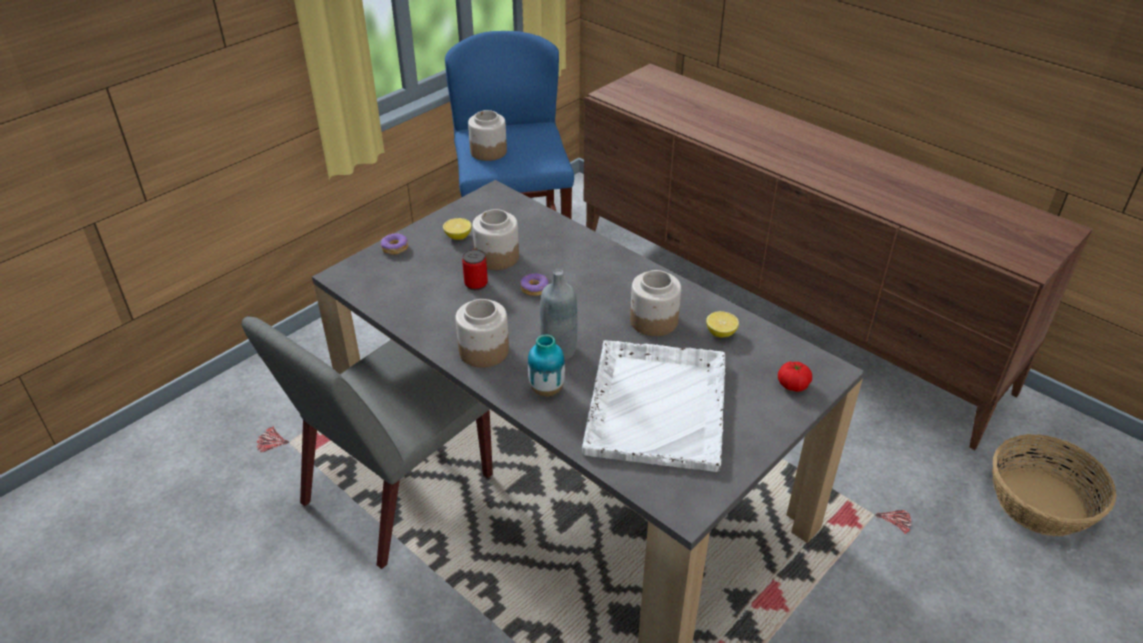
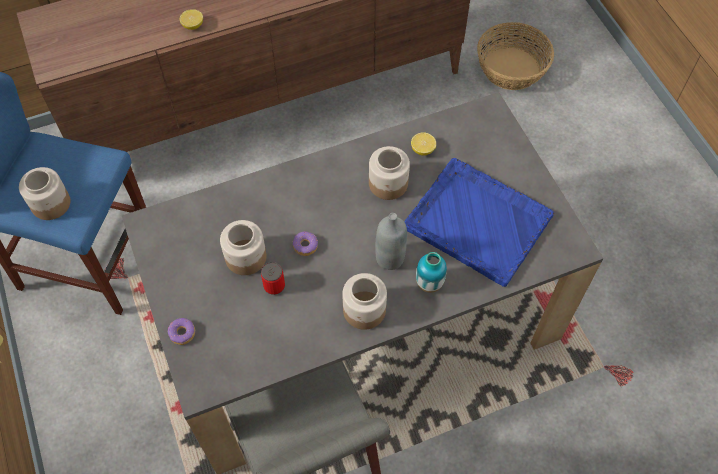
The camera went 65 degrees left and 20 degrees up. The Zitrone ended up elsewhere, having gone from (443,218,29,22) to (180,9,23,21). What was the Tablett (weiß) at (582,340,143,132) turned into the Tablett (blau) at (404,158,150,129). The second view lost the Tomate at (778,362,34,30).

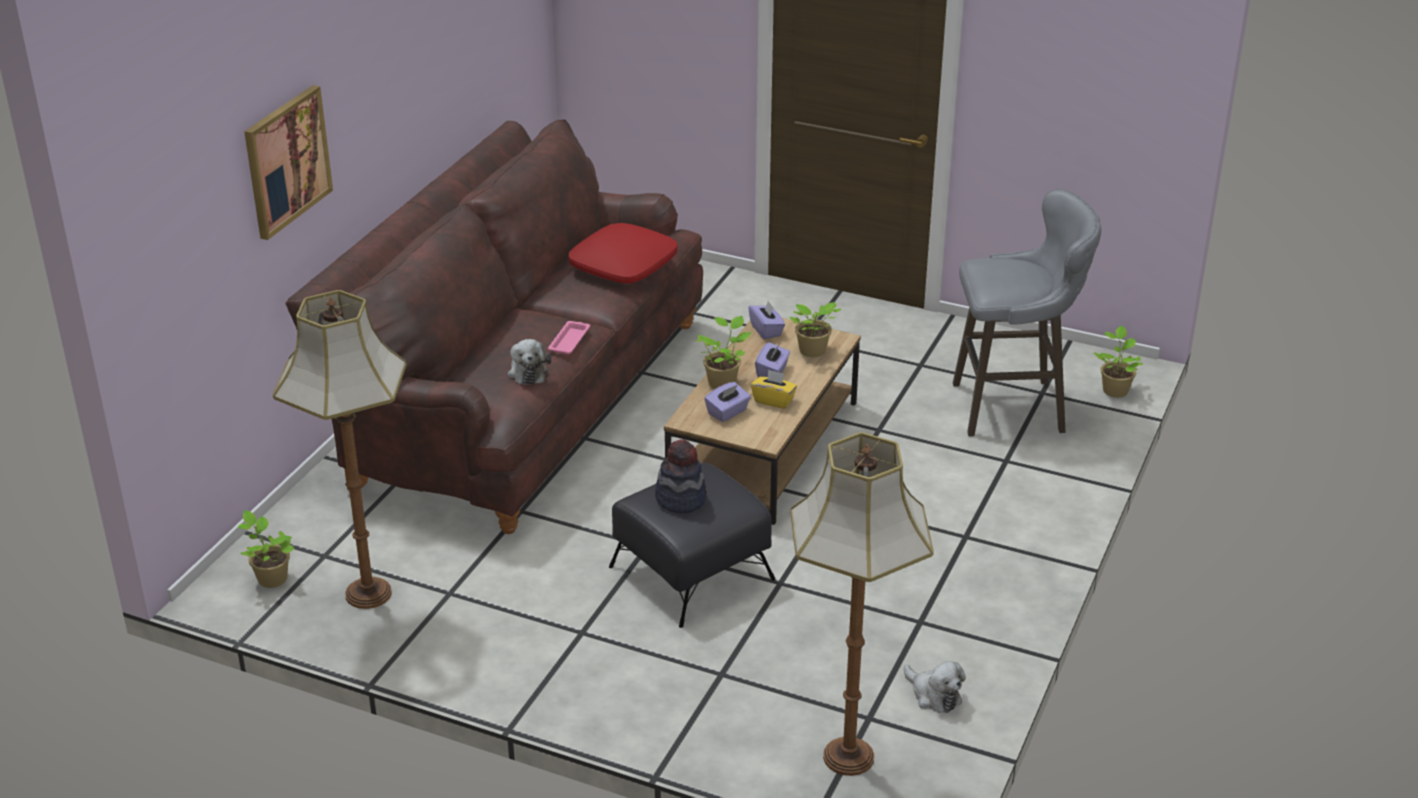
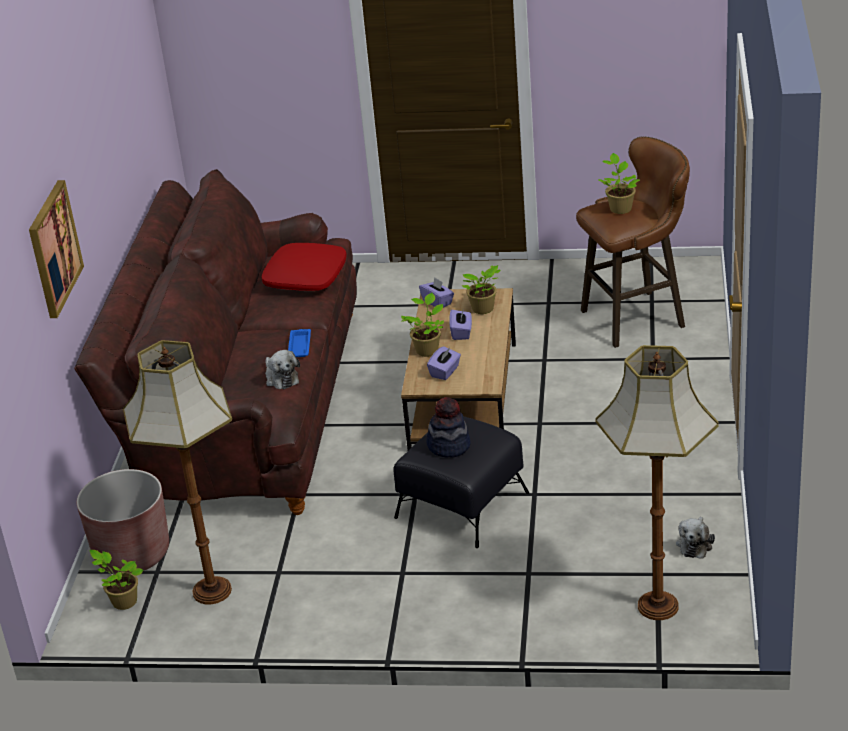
The camera went 15 degrees left and 0 degrees up. The second view gained the Pflanzkübel (braun) at (77,469,92,105). What was the Tablett (rosa) at (548,321,42,33) turned into the Tablett (blau) at (288,329,23,28). What was the Hocker (grau) at (953,189,148,247) turned into the Hocker (braun) at (576,136,114,212). The Topfpflanze ended up elsewhere, having gone from (1094,325,49,73) to (598,153,42,61). The Plüschtier at (904,661,62,52) ended up facing another way, 75 degrees clockwise from before. The second view lost the Taschentuchbox (gelb) at (751,369,46,40).

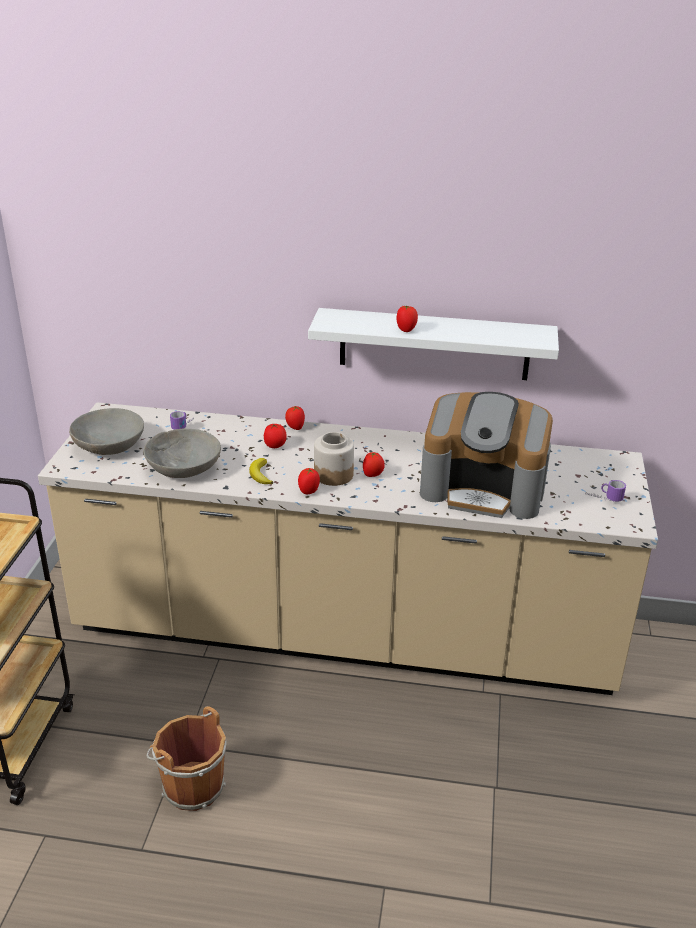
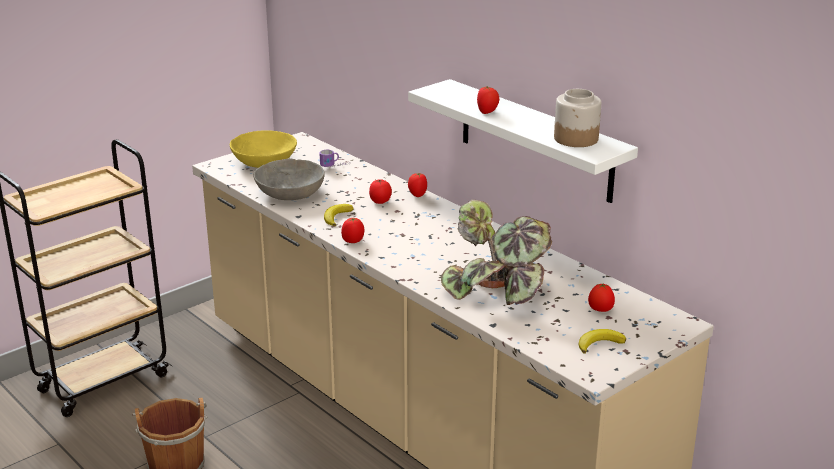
The camera went 40 degrees right and 5 degrees down. What was the Schüssel (grau) at (69,408,75,47) turned into the Schüssel (gelb) at (230,130,67,38). Where the Kaffeemaschine stood at (420,392,133,127), the Topfpflanze came to stand at (441,200,111,105). The Vorratsglas ended up elsewhere, having gone from (314,432,40,54) to (554,89,47,58). Where the Henkelbecher stood at (585,480,41,22), the Banane came to stand at (578,329,48,25). The Tomate ended up elsewhere, having gone from (363,452,22,25) to (588,284,27,28).

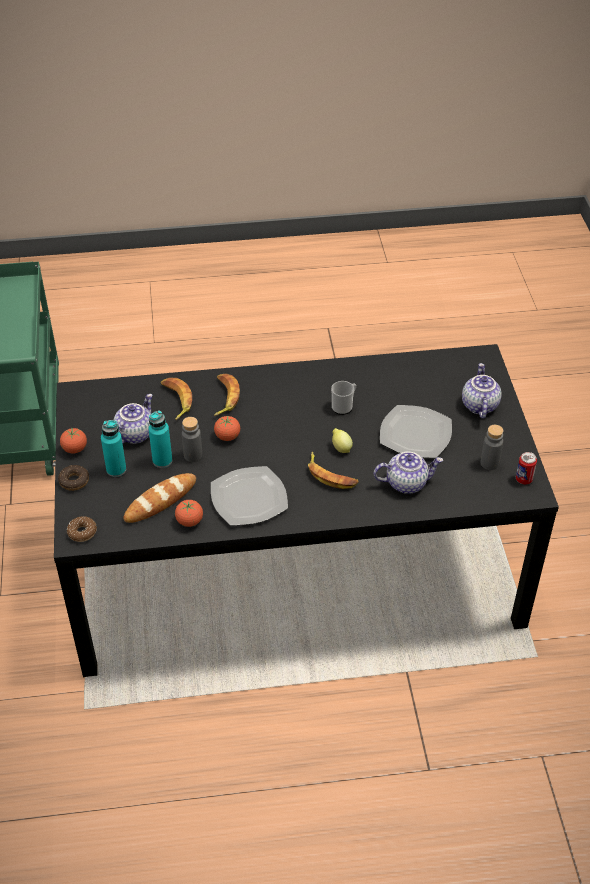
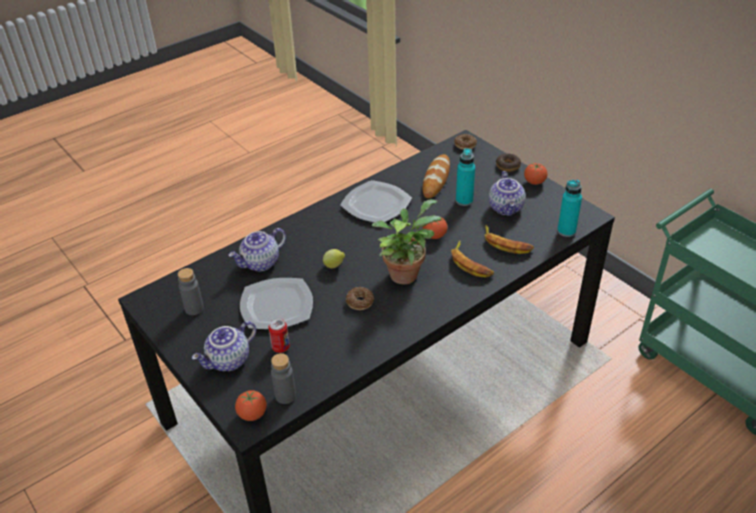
The camera went 150 degrees right and 5 degrees down. The Teekanne at (462,363,40,56) ended up facing another way, 75 degrees clockwise from before. The Tomate ended up elsewhere, having gone from (175,500,28,27) to (235,390,31,31). The Dose ended up elsewhere, having gone from (516,452,21,32) to (268,318,22,35). The Flasche (grau) ended up elsewhere, having gone from (182,417,20,45) to (271,353,25,51). Where the Henkelbecher stood at (331,381,25,34), the Donut came to stand at (346,287,28,23). The second view gained the Topfpflanze at (372,199,69,85). The Flasche (türkis) ended up elsewhere, having gone from (101,420,25,57) to (557,180,25,57). The second view lost the Banane at (308,452,51,37).

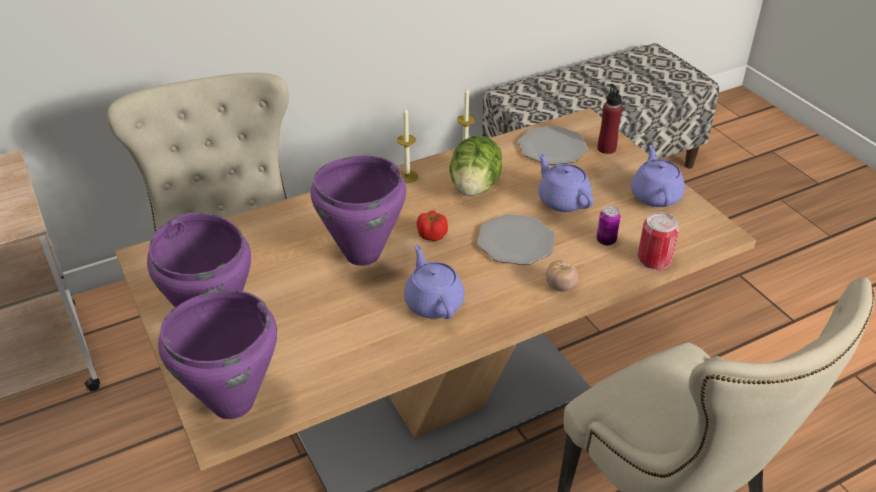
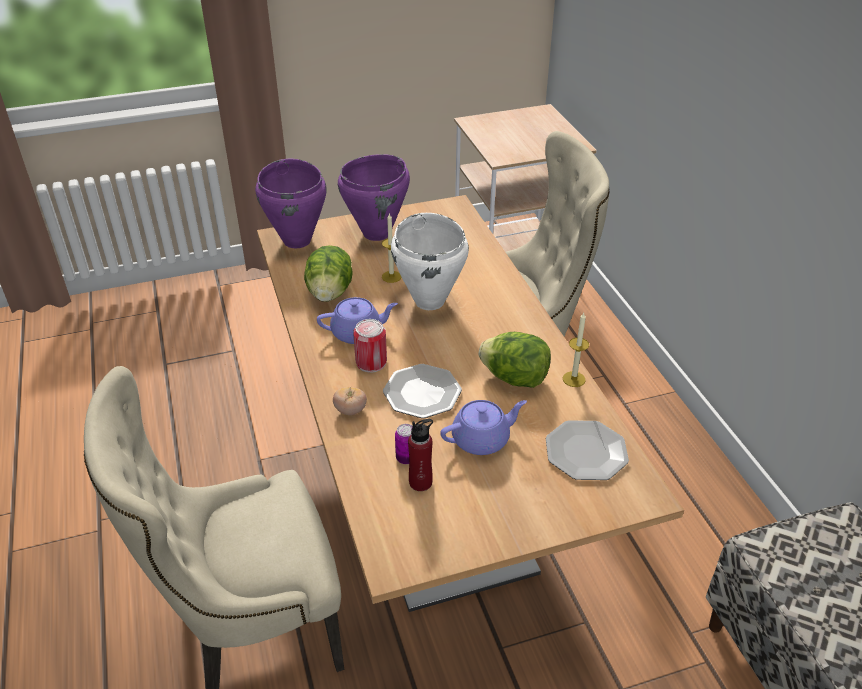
The camera went 100 degrees right and 0 degrees up. The second view gained the Salatkopf at (304,245,49,57). The Dose ended up elsewhere, having gone from (638,213,41,58) to (353,319,34,53). The Kerze ended up elsewhere, having gone from (397,107,21,76) to (382,214,19,69). What was the Kochtopf (lila) at (310,156,96,110) turned into the Kochtopf (weiß) at (391,213,78,97). The Flasche (rot) ended up elsewhere, having gone from (598,84,25,70) to (408,419,25,72). The second view lost the Tomate at (417,211,31,30). The second view lost the Teekanne (lila) at (631,145,54,62).

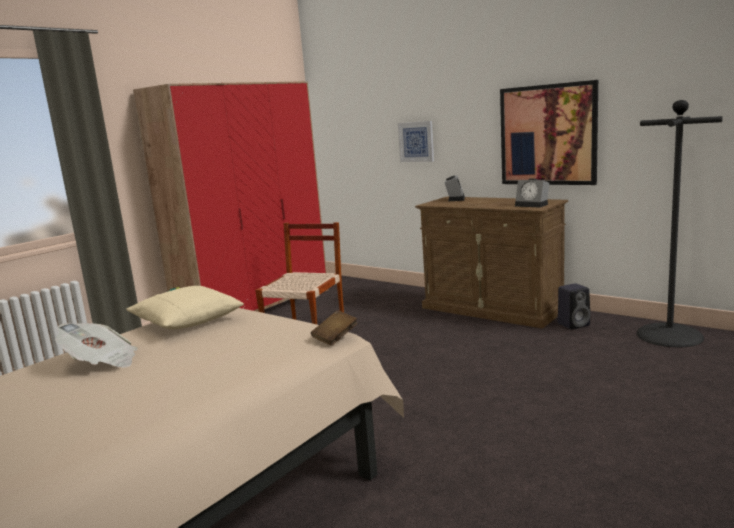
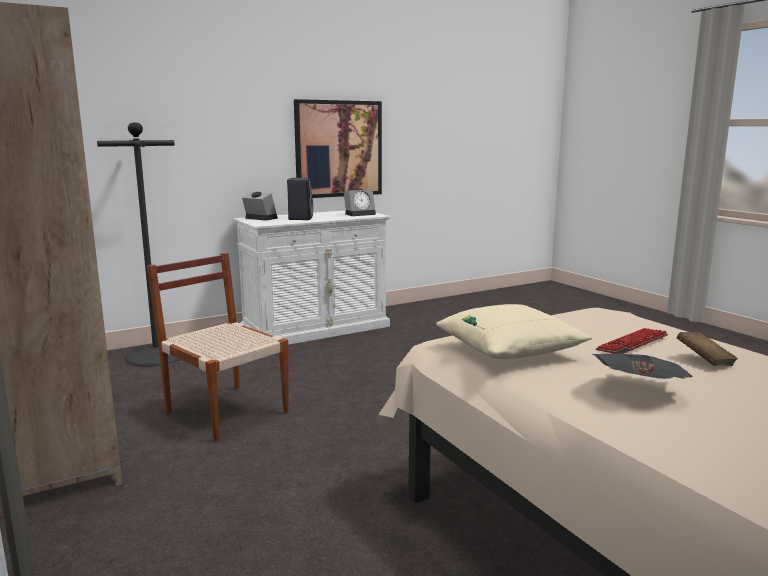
The camera went 70 degrees left and 0 degrees up. The Kleiderständer (schwarz) ended up elsewhere, having gone from (636,100,87,247) to (97,122,84,244). What was the Kommode (braun) at (415,197,153,132) turned into the Kommode (weiß) at (233,210,158,135). The Lautsprecher (schwarz) ended up elsewhere, having gone from (558,283,33,47) to (287,178,26,42). The second view gained the Tastatur at (596,328,72,26). The Buch (braun) ended up elsewhere, having gone from (311,310,46,36) to (676,332,62,34). The second view lost the Bild at (398,121,36,41).

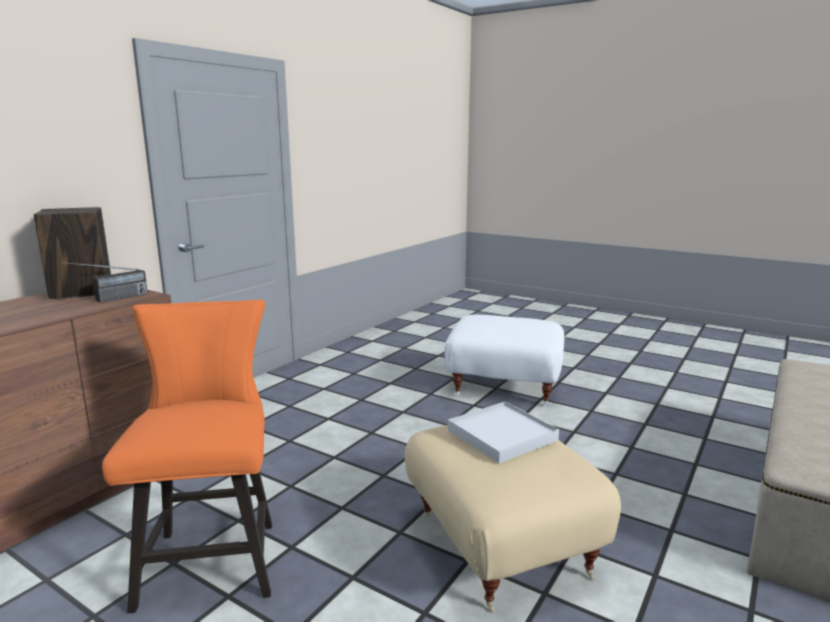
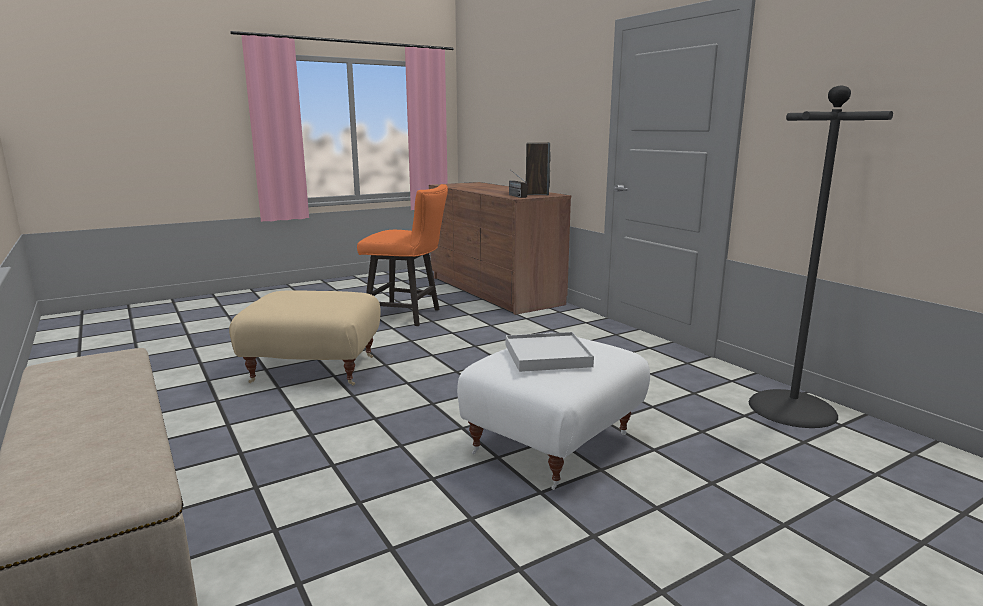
The camera went 115 degrees right and 0 degrees up. The Tablett (weiß) ended up elsewhere, having gone from (448,401,111,62) to (506,332,88,40). The second view gained the Kleiderständer (schwarz) at (749,86,144,342).

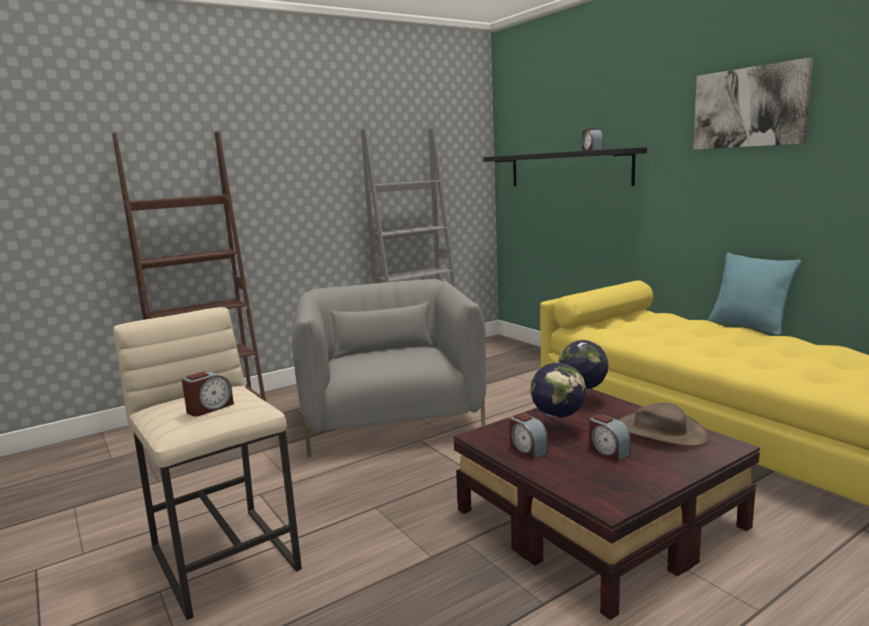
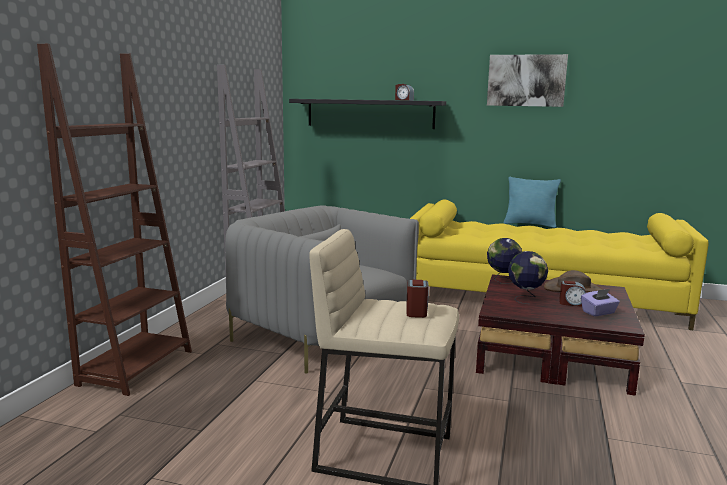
The camera went 40 degrees left and 0 degrees up. The second view gained the Taschentuchbox (lila) at (581,289,39,27). The second view lost the Wecker at (509,413,39,46).

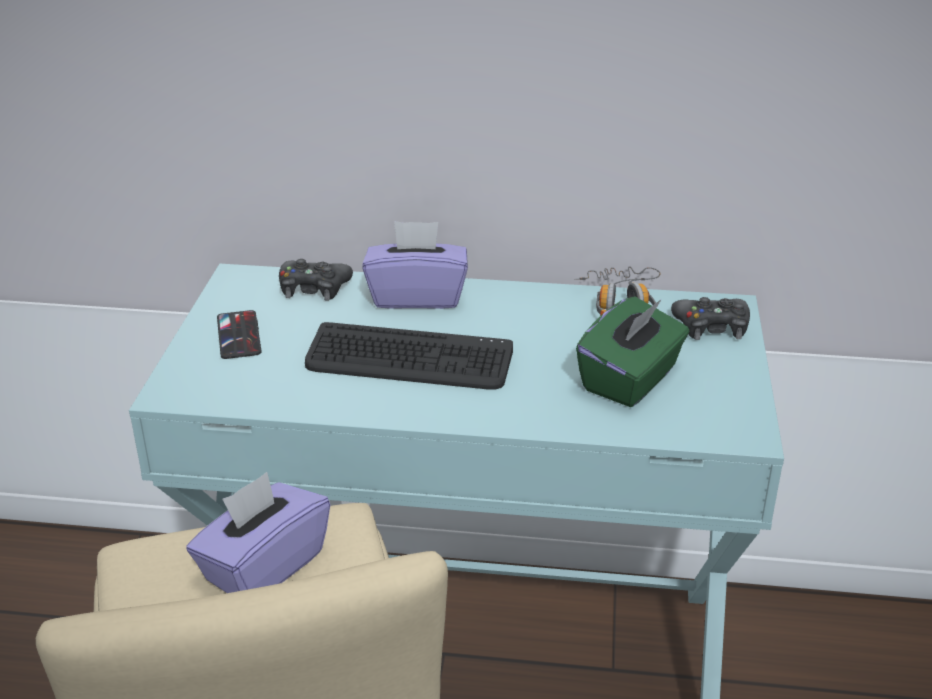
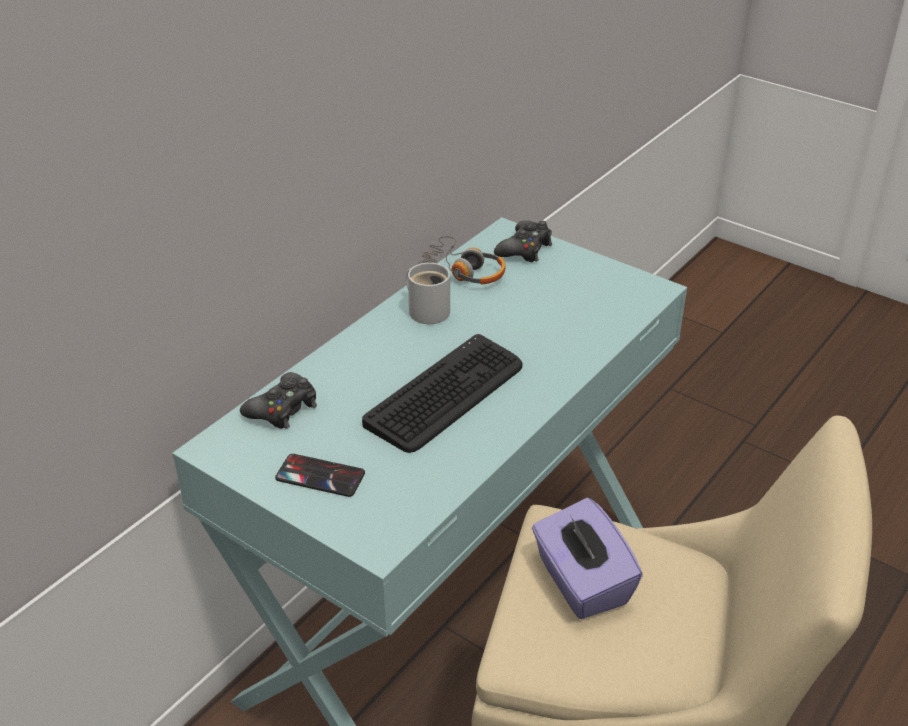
The camera went 60 degrees left and 5 degrees up. The second view gained the Henkelbecher (weiß) at (406,263,44,61). The second view lost the Taschentuchbox (lila) at (362,221,106,88). The second view lost the Taschentuchbox (grün) at (576,297,113,110).

